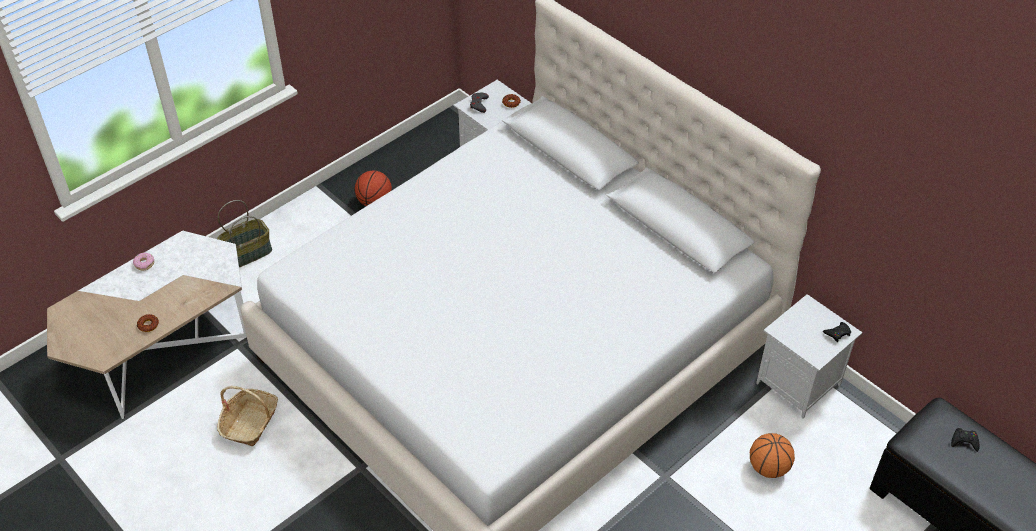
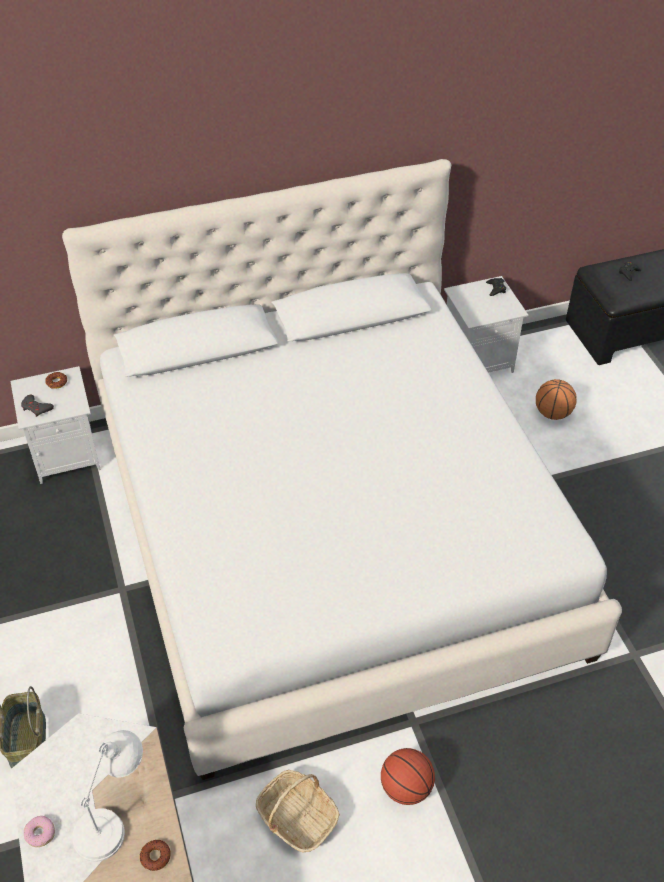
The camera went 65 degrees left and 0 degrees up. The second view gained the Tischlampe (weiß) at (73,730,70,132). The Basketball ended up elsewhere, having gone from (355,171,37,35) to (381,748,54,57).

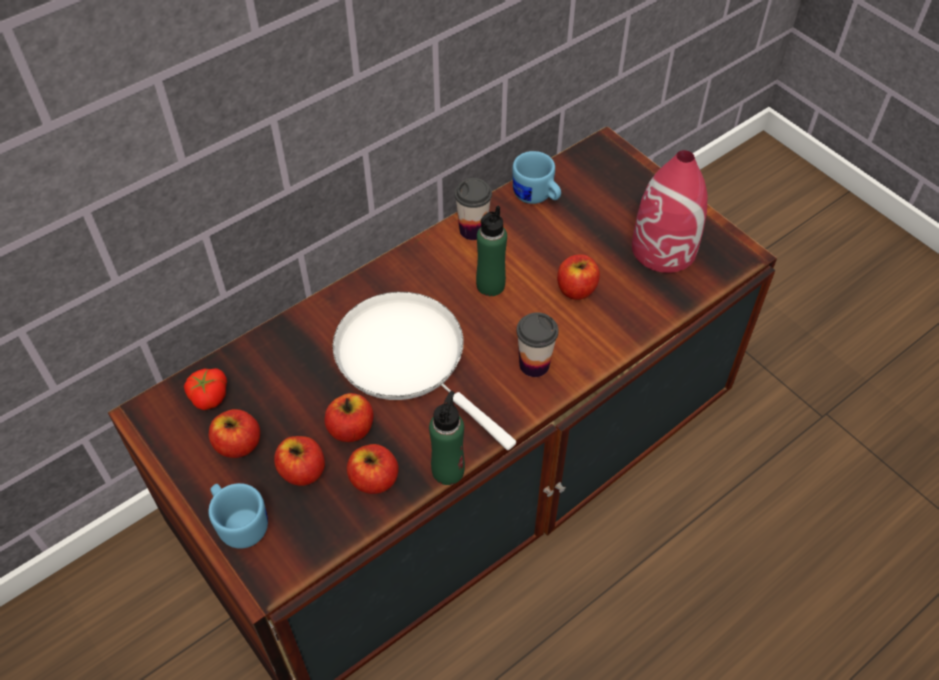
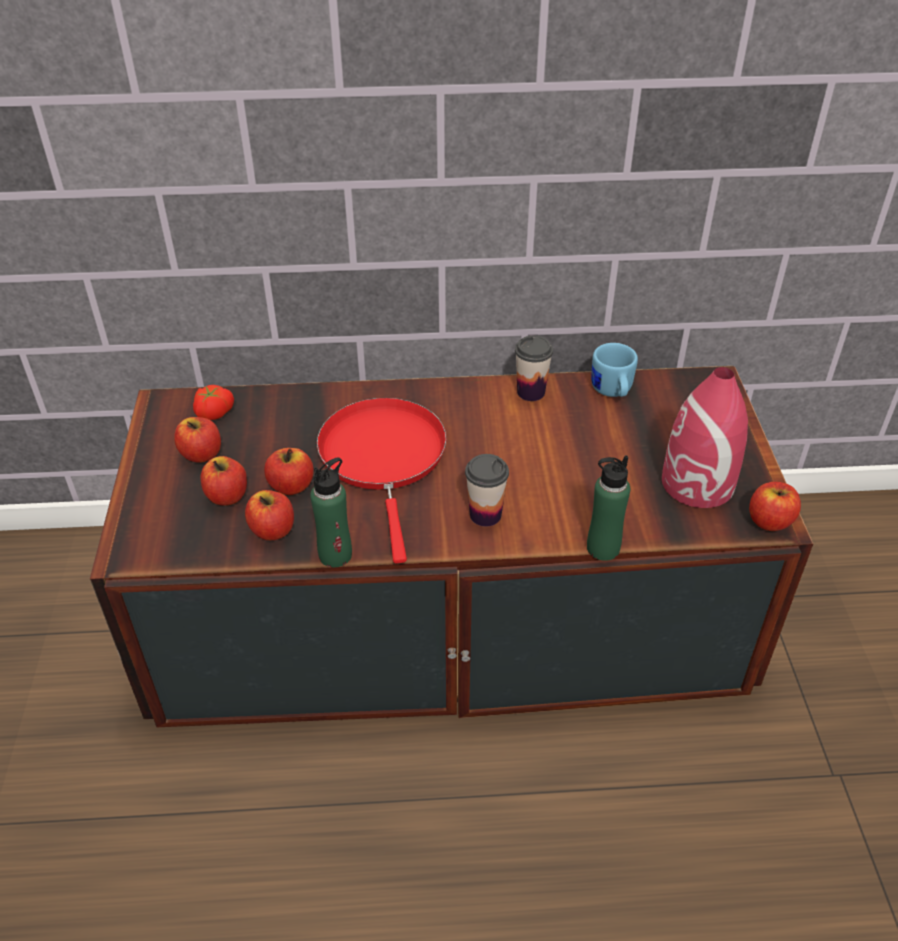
The camera went 35 degrees right and 10 degrees down. What was the Pfanne (weiß) at (333,292,183,158) turned into the Pfanne (rot) at (317,398,130,165). The Flasche (grün) ended up elsewhere, having gone from (476,206,31,90) to (587,455,43,106). The Apfel ended up elsewhere, having gone from (557,254,43,46) to (749,482,52,49). The second view lost the Henkelbecher (blau) at (209,483,59,66).

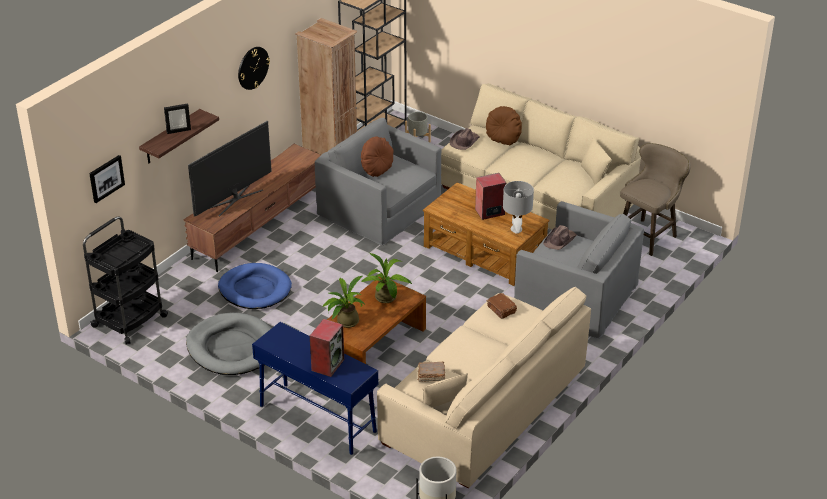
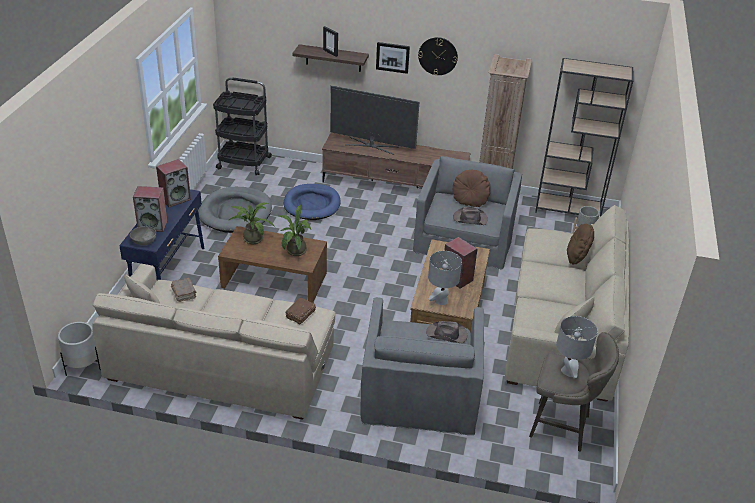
The camera went 65 degrees right and 0 degrees up. The second view gained the Schüssel (grau) at (130,226,26,20). The second view gained the Lautsprecher at (156,159,35,49). The Bild ended up elsewhere, having gone from (89,155,36,48) to (376,42,34,32). The Hut (braun) ended up elsewhere, having gone from (449,128,31,22) to (453,207,35,18). The second view gained the Tischlampe (grau) at (556,316,42,62).

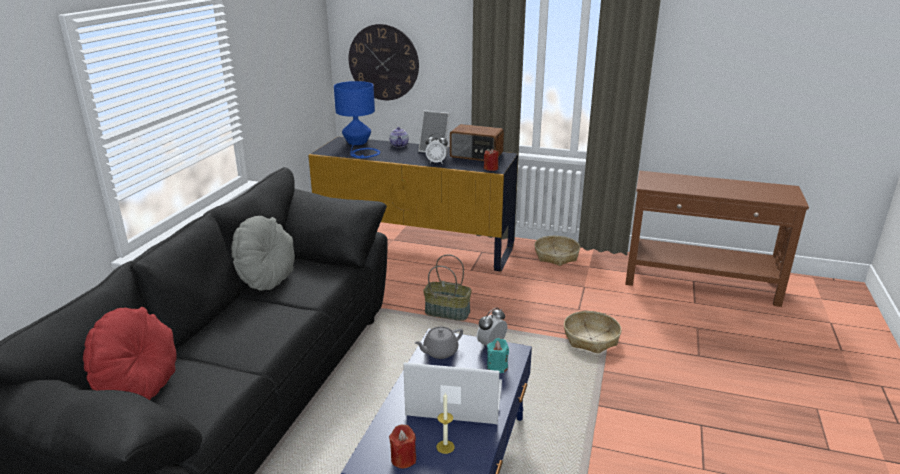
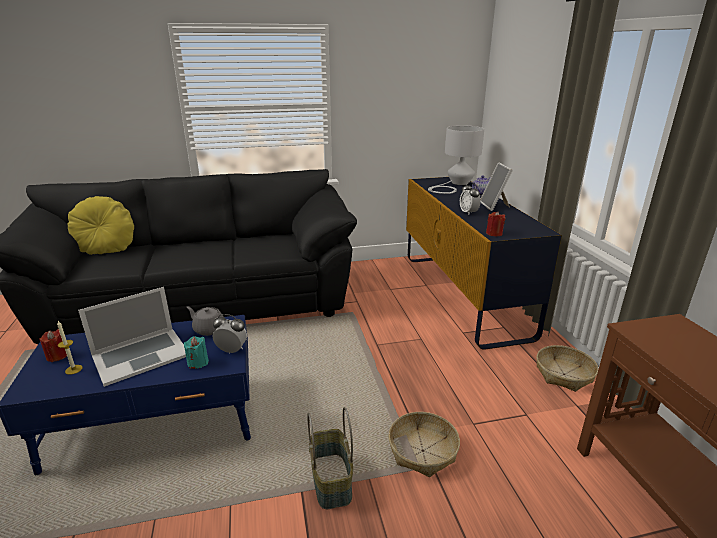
The camera went 60 degrees right and 0 degrees up. What was the Kissen (rot) at (83,307,94,93) turned into the Kissen (gelb) at (68,196,66,59). The Laptop at (403,363,99,61) ended up facing another way, 75 degrees clockwise from before. The Korb ended up elsewhere, having gone from (423,254,49,67) to (307,407,46,102). What was the Tischlampe (blau) at (334,81,46,77) turned into the Tischlampe (grau) at (428,125,56,69). The second view lost the Kissen (grau) at (231,216,64,75). The second view lost the Wanduhr at (349,24,70,76). The second view lost the Radio at (450,124,54,37).

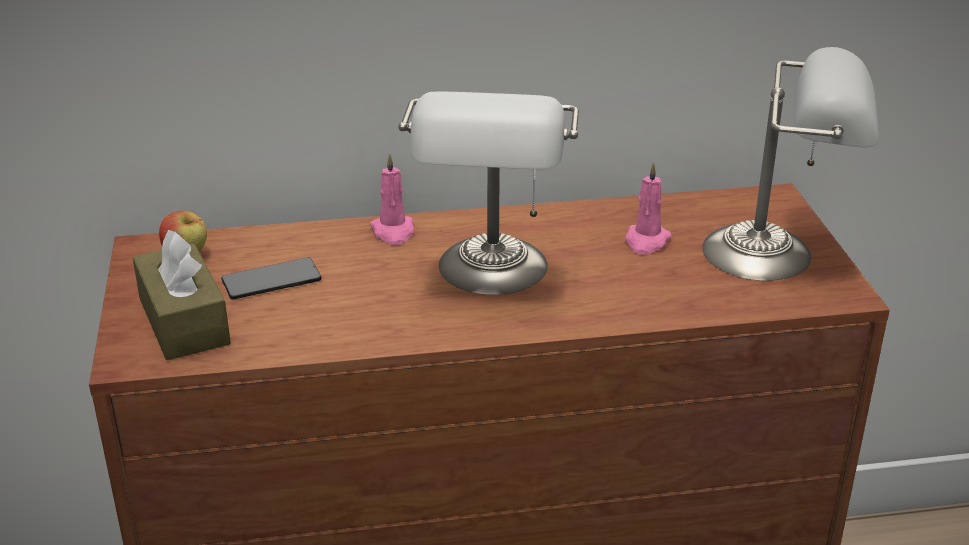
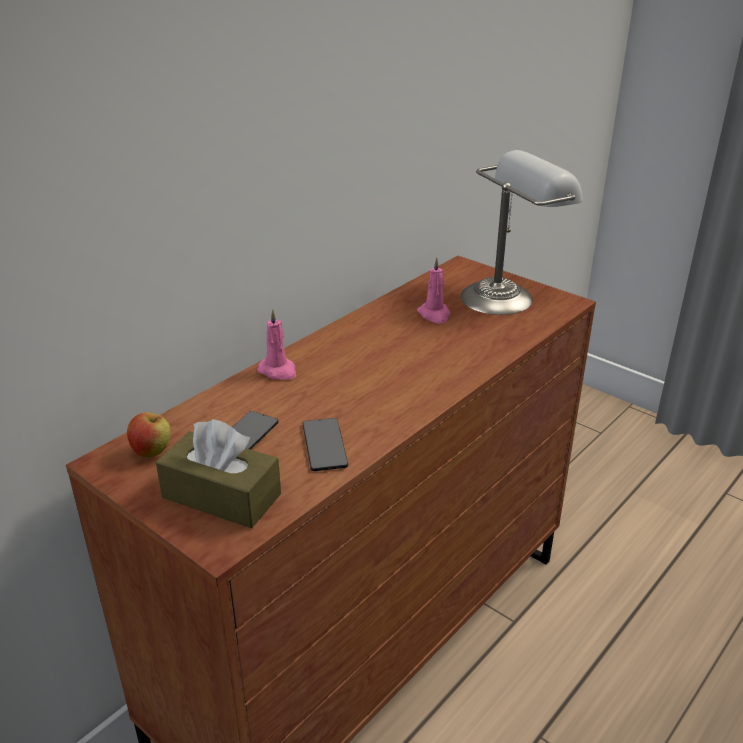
The camera went 40 degrees left and 0 degrees up. The second view gained the Handy at (303,418,45,53). The second view lost the Tischlampe (weiß) at (399,91,180,204).

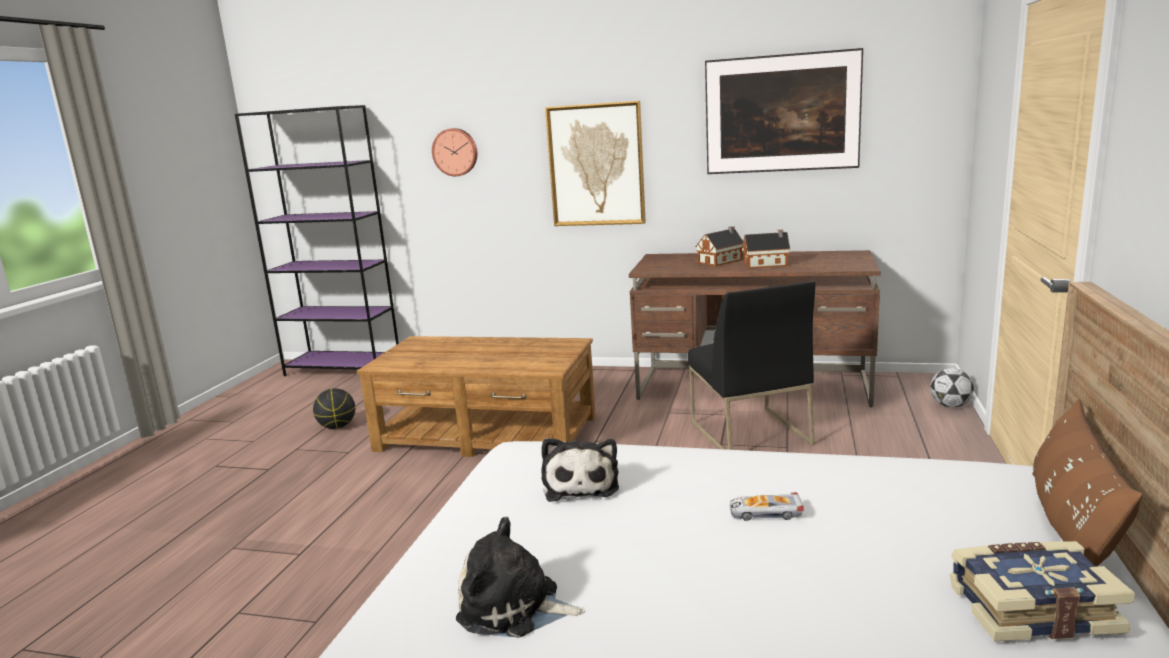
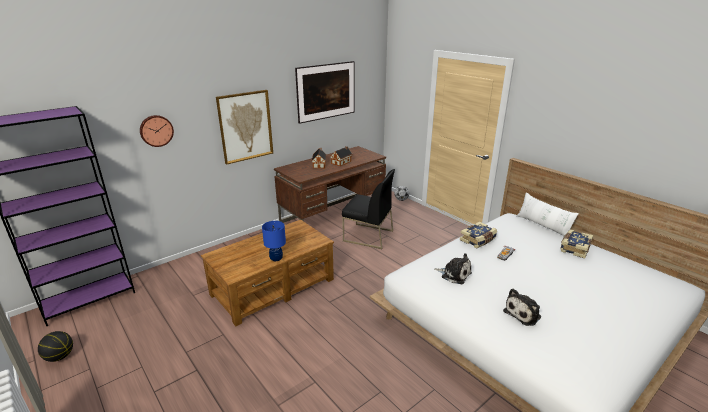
The camera went 55 degrees left and 10 degrees up. The Basketball ended up elsewhere, having gone from (313,388,42,41) to (38,331,35,31). The second view gained the Tischlampe (blau) at (262,221,24,40). The second view gained the Buch at (460,222,37,26). What was the Kissen (braun) at (1032,399,111,168) turned into the Kissen (weiß) at (517,192,62,44).

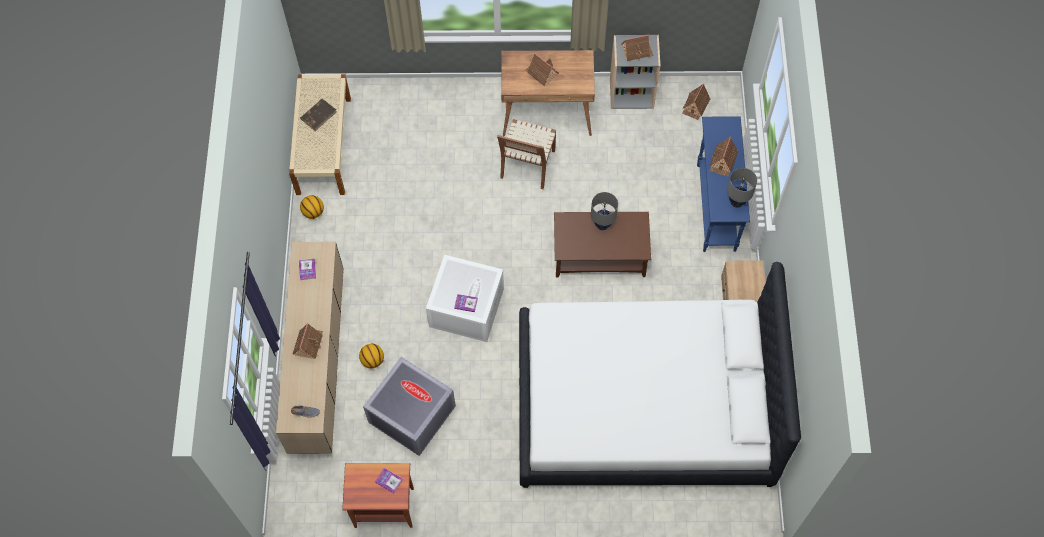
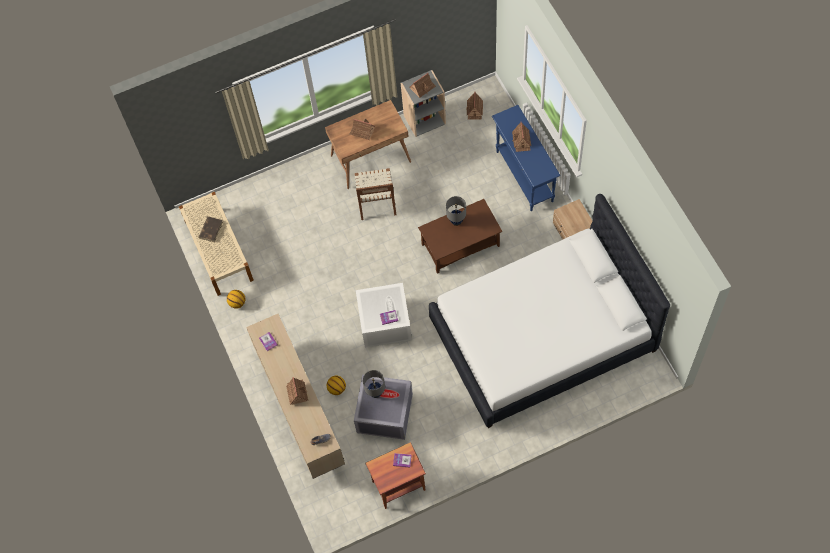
The camera went 20 degrees left and 0 degrees up. The Tischlampe (grau) ended up elsewhere, having gone from (727,168,30,40) to (363,370,22,28).

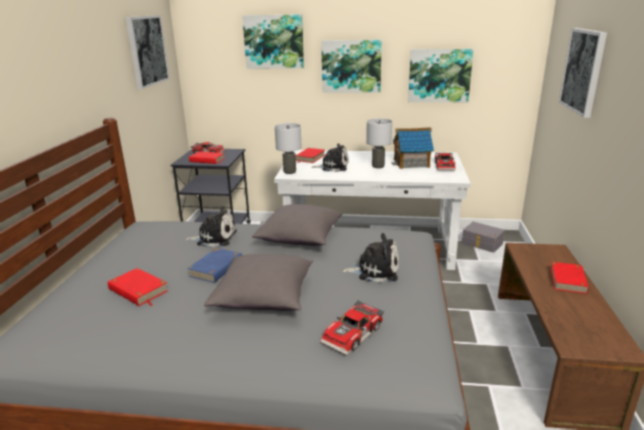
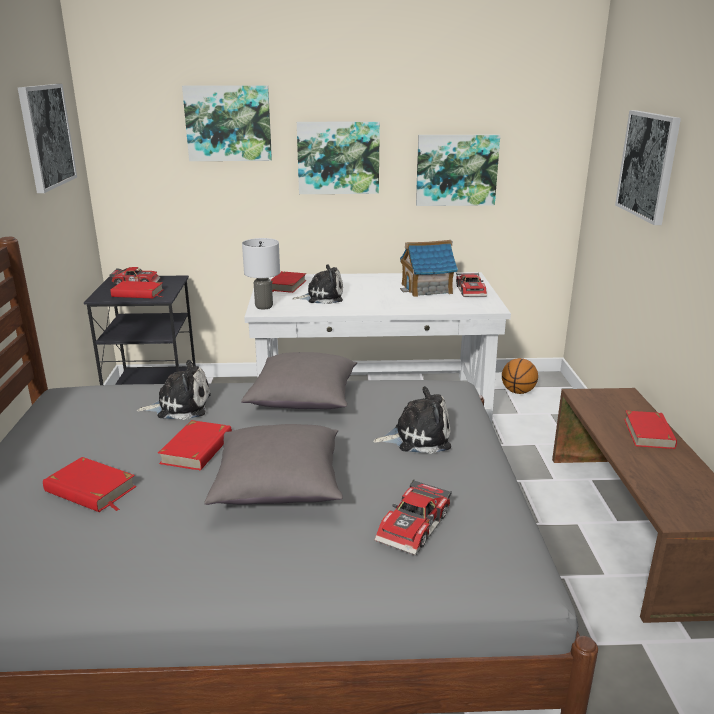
The camera went 10 degrees left and 0 degrees up. What was the Buch (blau) at (187,248,55,35) turned into the Buch (rot) at (158,420,74,50). Where the Aufbewahrungsbox (grau) stood at (462,222,43,31), the Basketball came to stand at (502,358,36,36). The second view lost the Tischlampe (weiß) at (366,118,26,50).

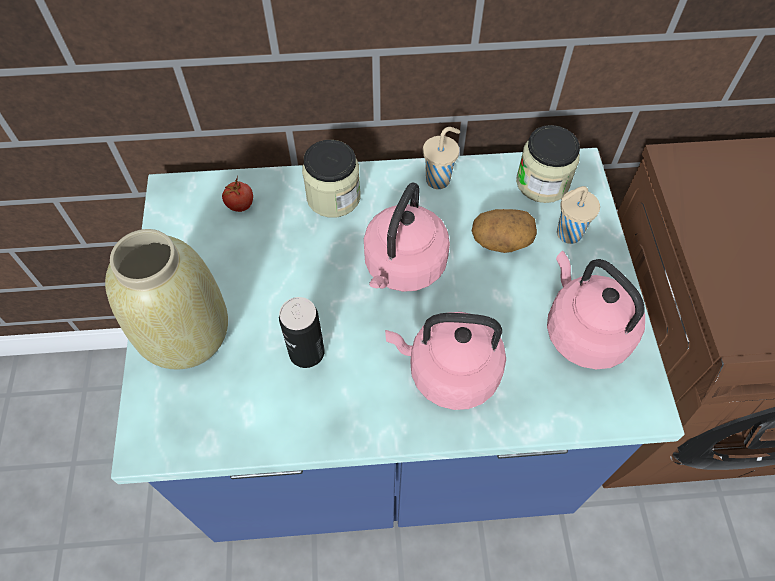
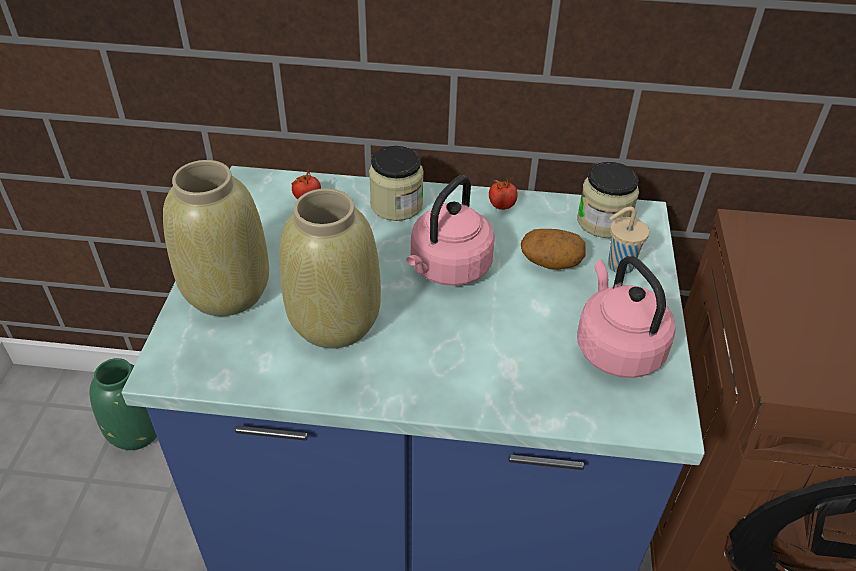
The camera went 10 degrees right and 15 degrees down. The second view gained the Vase (grün) at (89,358,68,92). Where the Dose stood at (279,297,46,71), the Vase (beige) came to stand at (279,188,102,160). Where the Tasse (beige) stood at (423,127,37,62), the Tomate came to stand at (489,177,29,33). The second view lost the Wasserkessel (rosa) at (385,312,121,98).

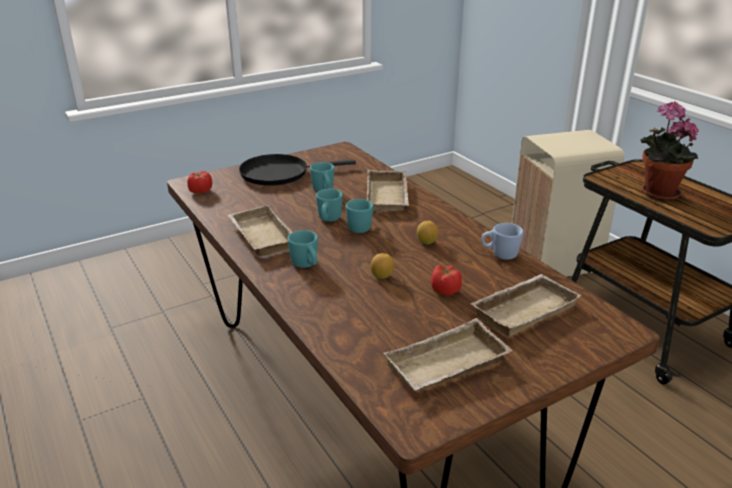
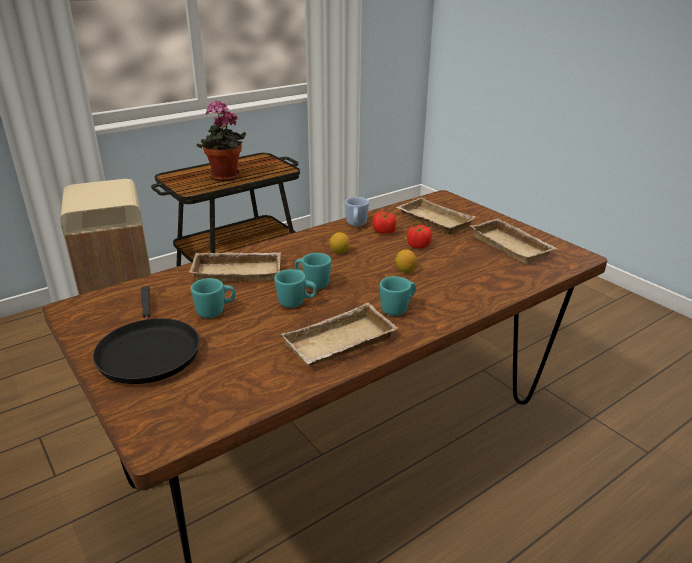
The camera went 95 degrees left and 0 degrees up. The Tomate ended up elsewhere, having gone from (187,171,25,23) to (373,212,23,22).

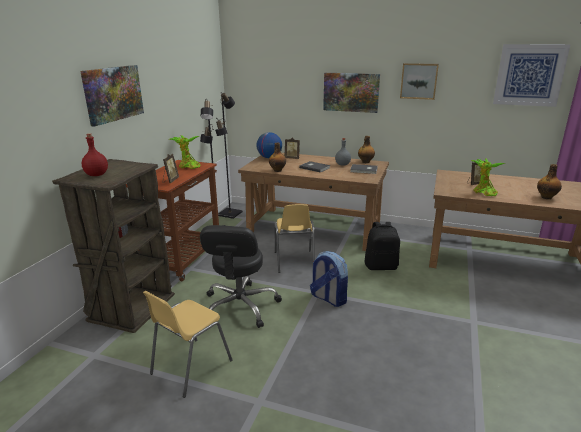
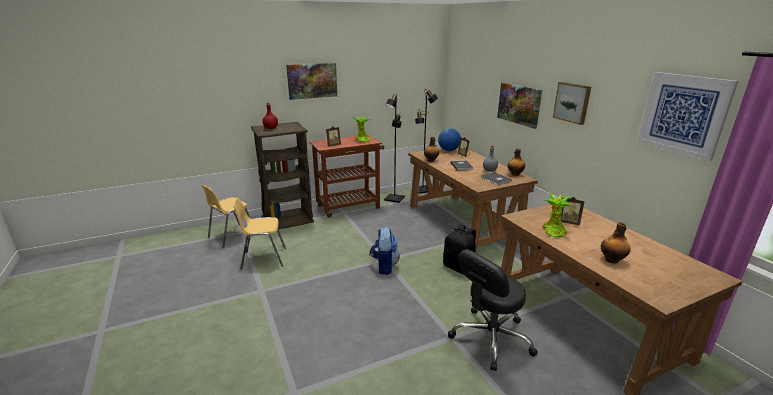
The camera went 45 degrees right and 0 degrees up. The Stuhl (gelb) ended up elsewhere, having gone from (274,204,41,69) to (201,185,49,63). The Bürostuhl (schwarz) ended up elsewhere, having gone from (200,225,82,103) to (448,249,90,122).

